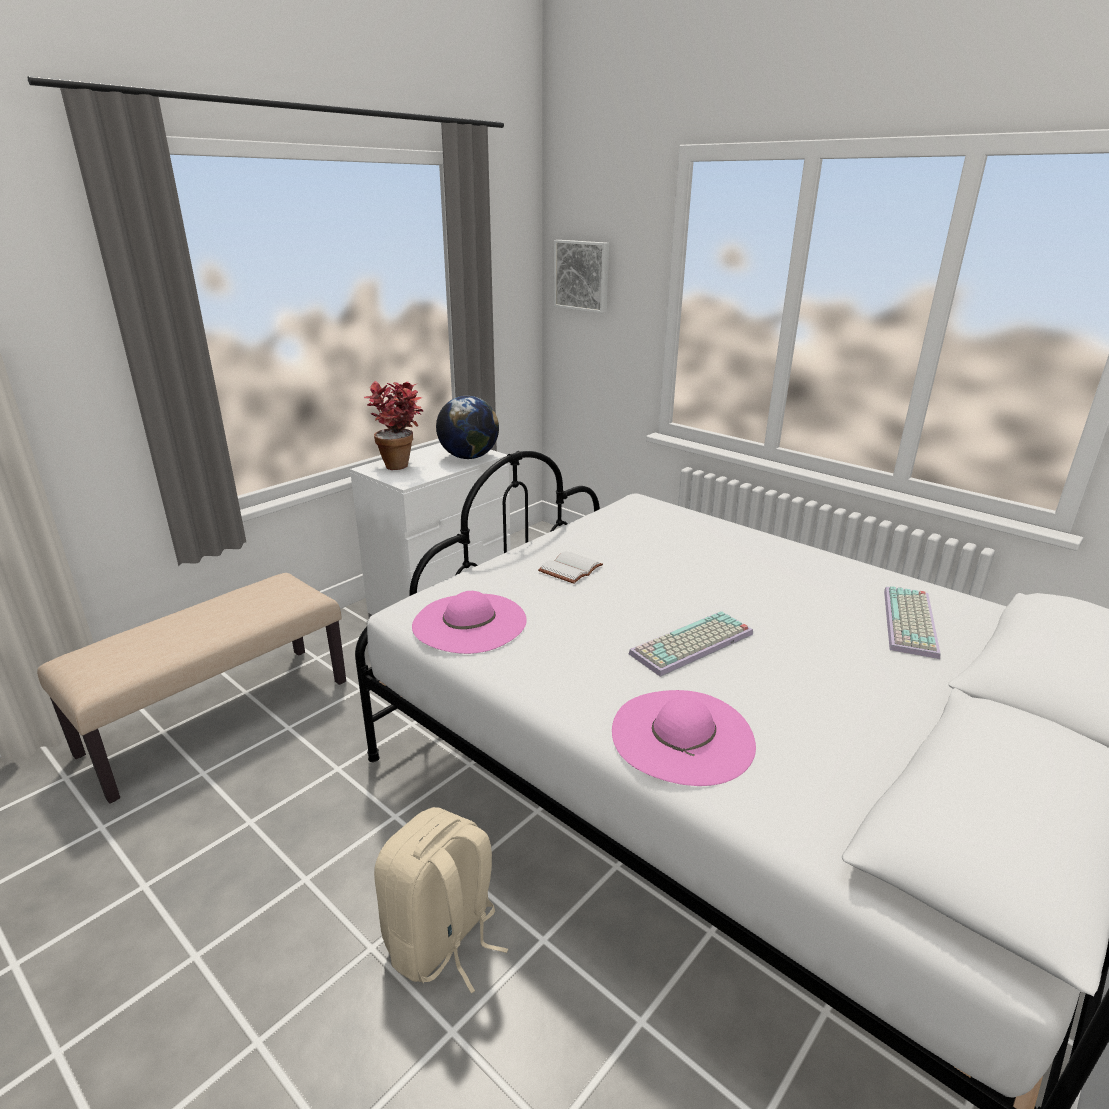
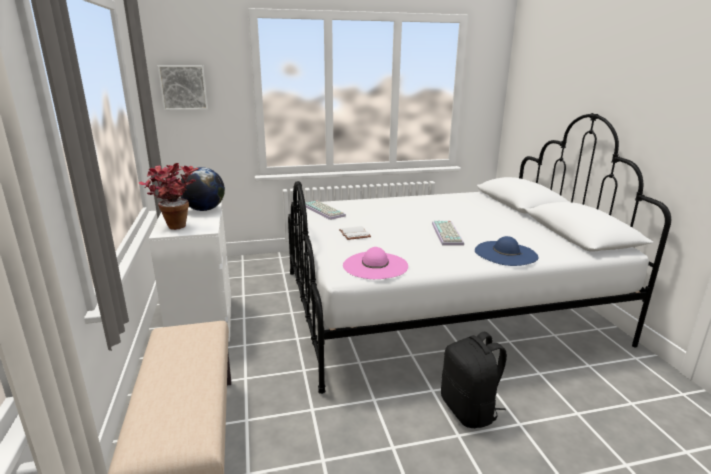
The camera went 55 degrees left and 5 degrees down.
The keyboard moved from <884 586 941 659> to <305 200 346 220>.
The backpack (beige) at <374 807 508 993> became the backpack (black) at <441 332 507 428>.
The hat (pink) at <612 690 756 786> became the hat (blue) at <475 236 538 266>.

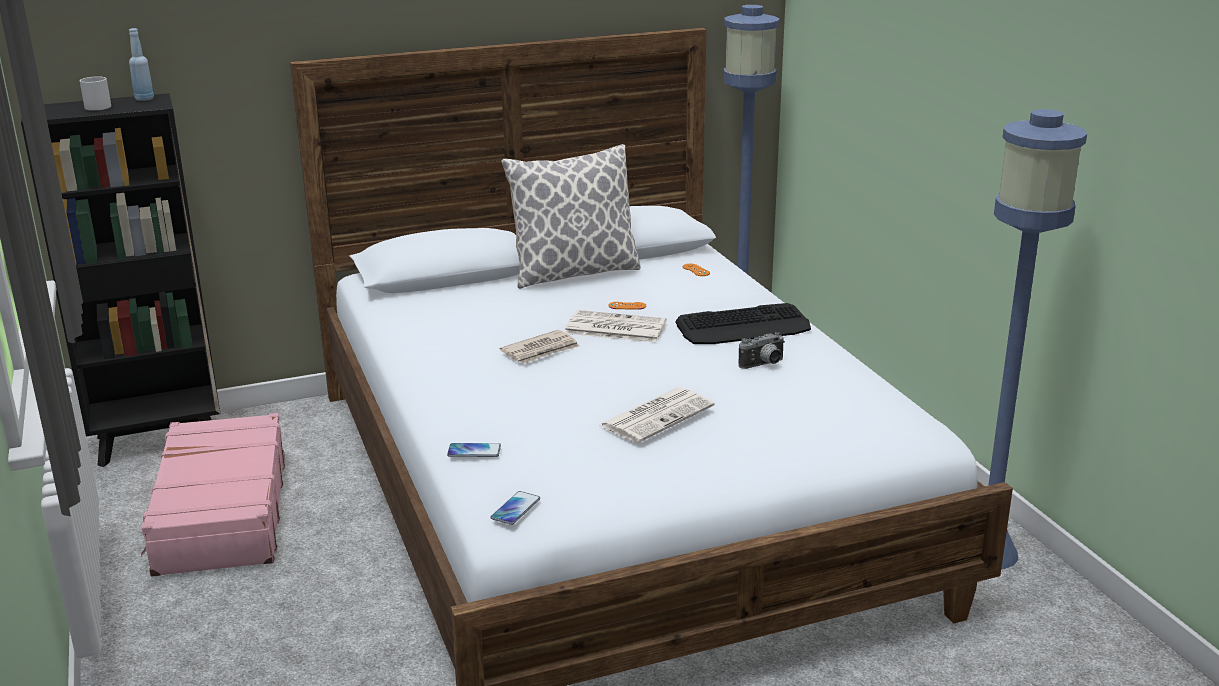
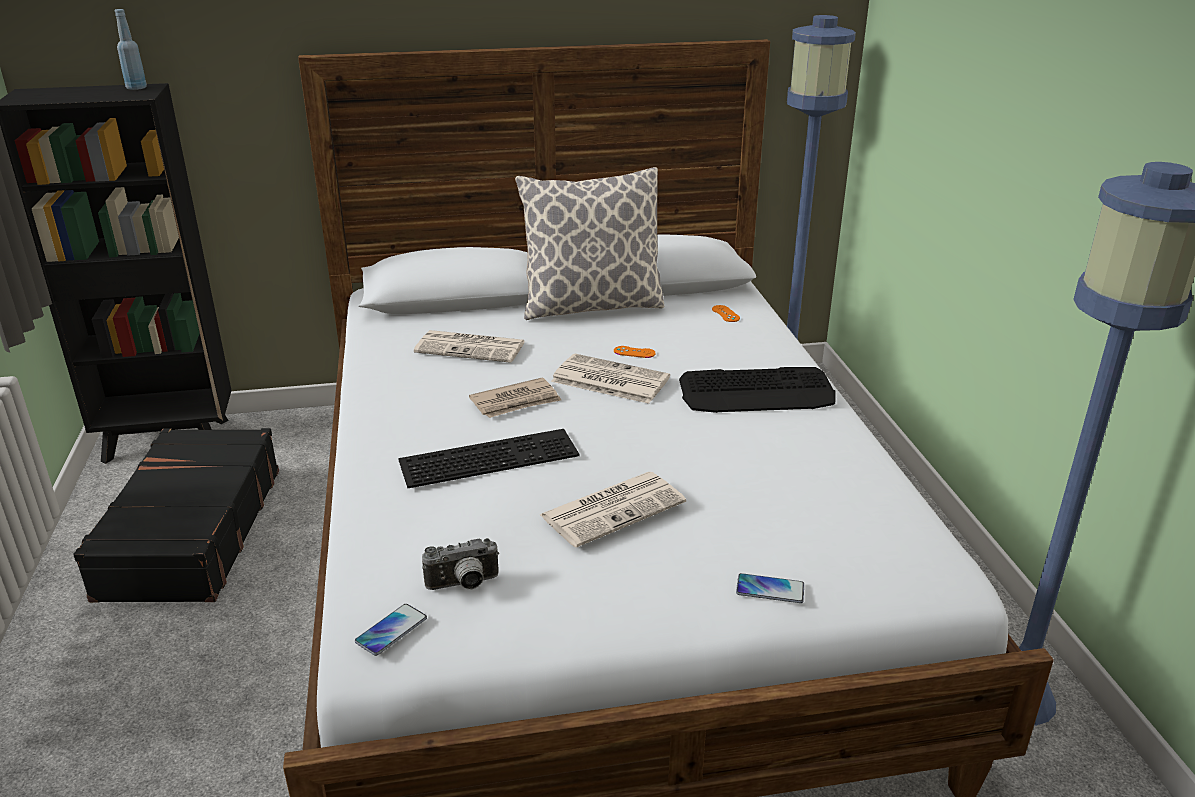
The camera went 10 degrees right and 5 degrees up.
The mug (white) at <80 76 111 111> disappeared.
The keyboard at <398 429 580 488> appeared.
The newspaper at <414 330 525 363> appeared.
The phone moved from <447 443 501 457> to <736 573 804 603>.
The photo camera moved from <739 332 785 369> to <422 538 499 590>.
The suitcase (pink) at <141 413 285 577> became the suitcase (black) at <73 428 279 603>.

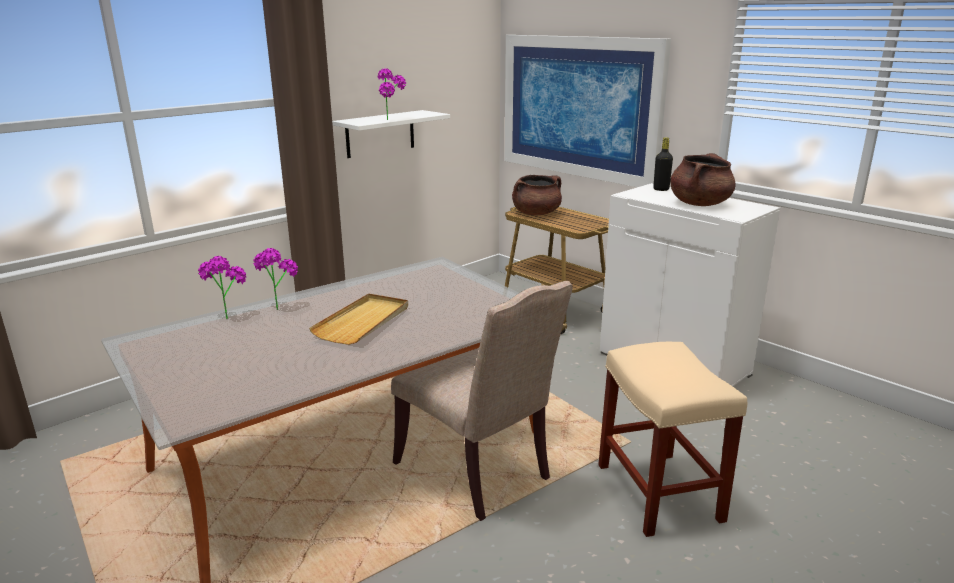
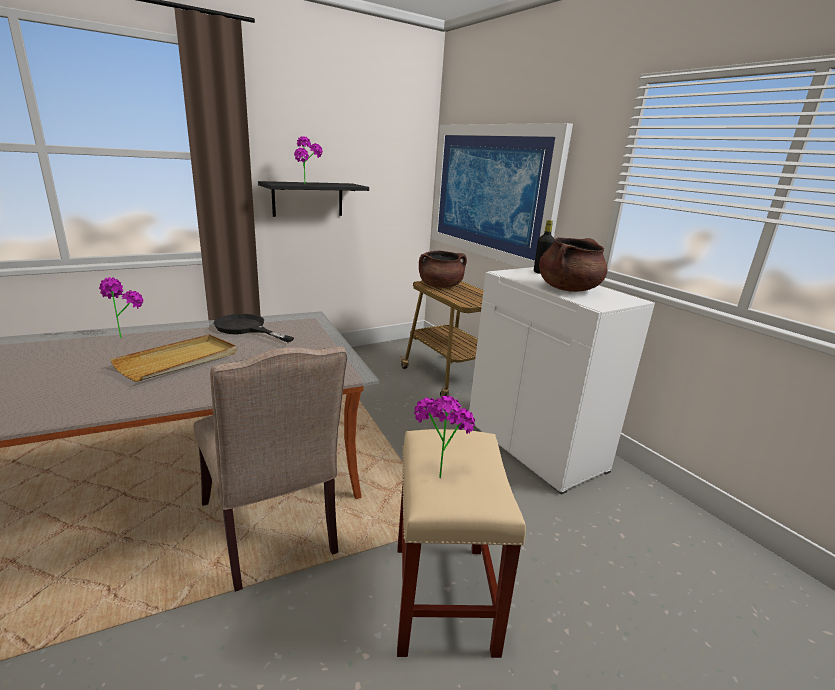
The camera went 10 degrees right and 0 degrees up.
The frying pan (black) at <213 314 294 343> appeared.
The potted plant moved from <198 256 246 319> to <414 395 475 478>.
The shelf (white) at <332 110 450 158> became the shelf (black) at <258 181 369 217>.

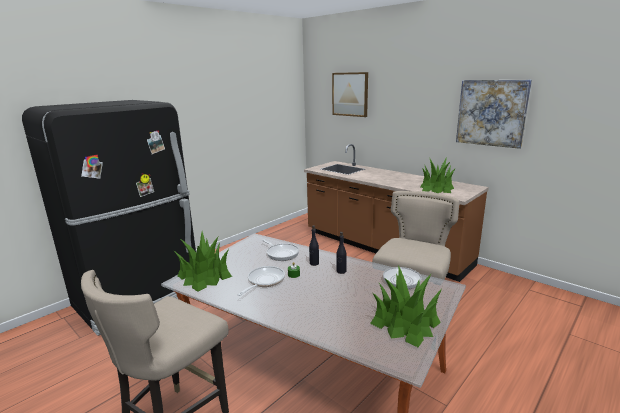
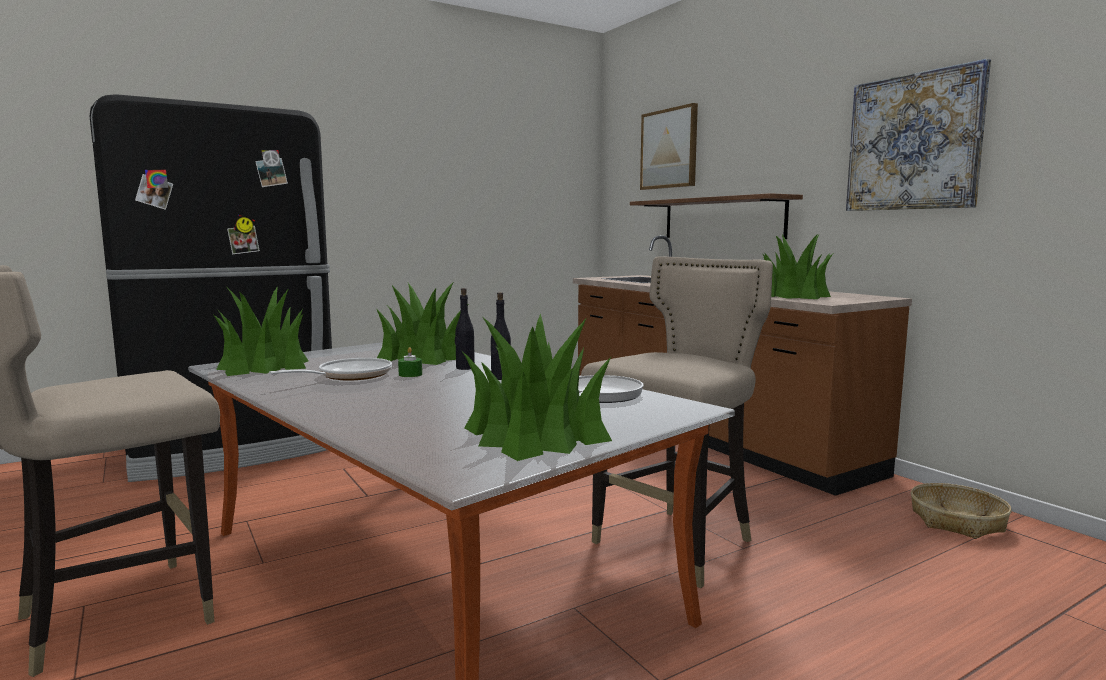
The camera went 15 degrees right and 10 degrees down.
The shelf at <630 193 803 239> appeared.
The basket at <911 483 1011 539> appeared.
The frying pan at <262 239 299 261> was replaced by the potted plant at <377 283 461 365>.

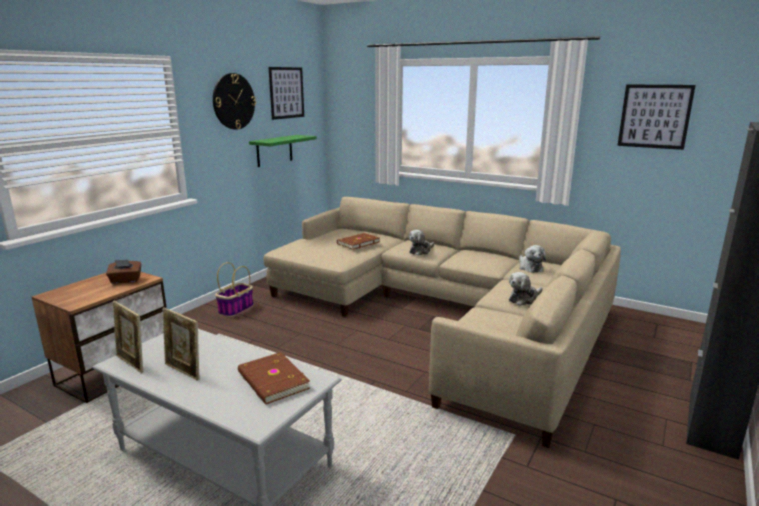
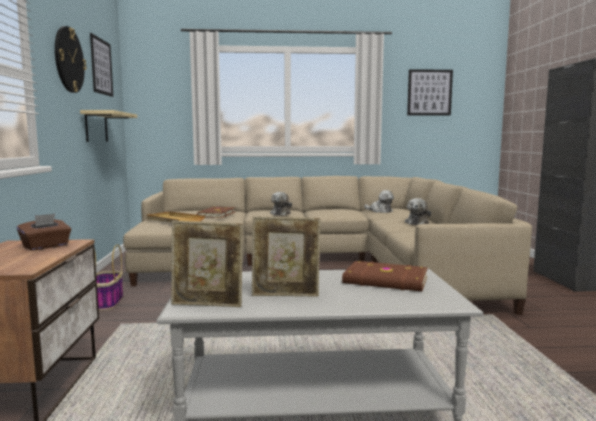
The camera went 35 degrees left and 10 degrees down.
The tray (beige) at <147 211 205 223> appeared.
The shelf (green) at <249 135 317 167> became the shelf (beige) at <80 110 137 142>.

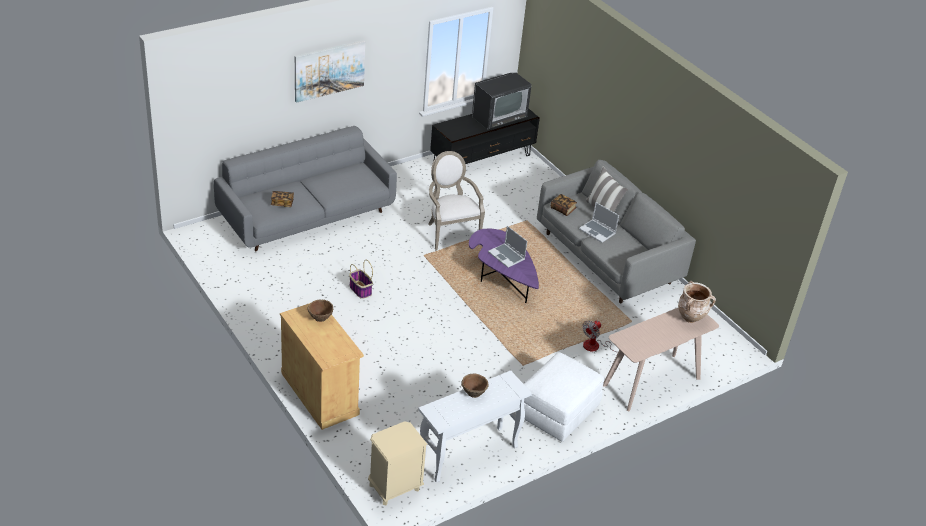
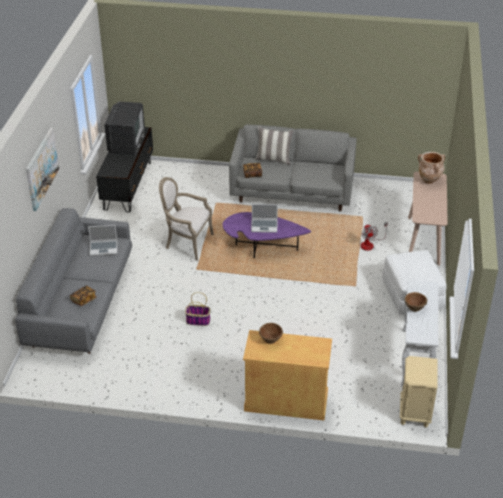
The camera went 45 degrees left and 0 degrees up.
The laptop moved from <579 202 619 243> to <88 225 117 256>.

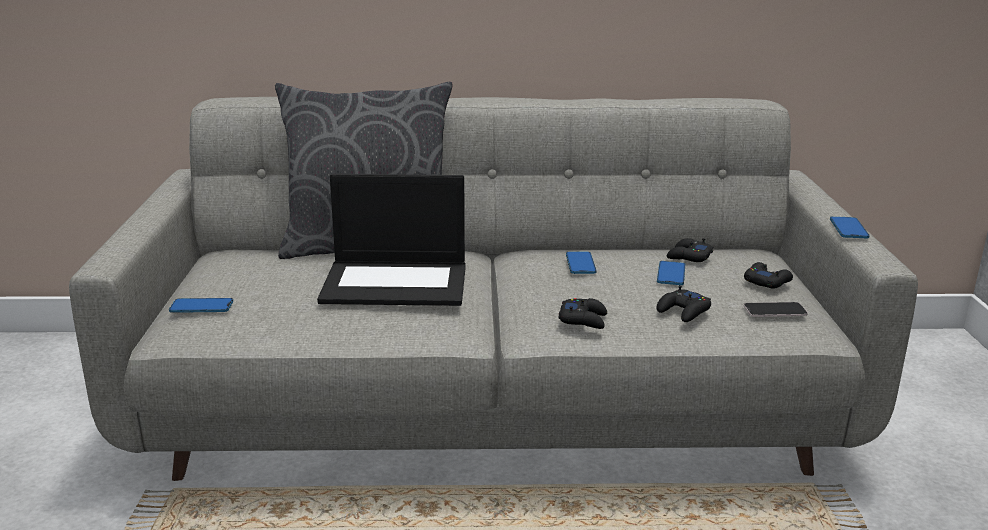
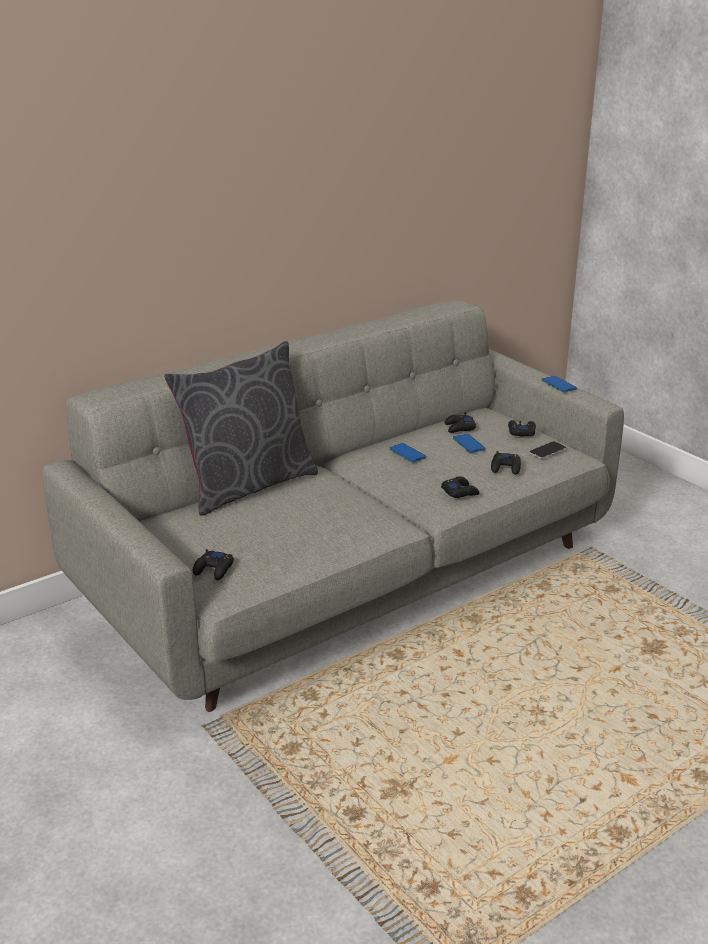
The camera went 35 degrees left and 5 degrees up.
The laptop at <317 174 466 306> disappeared.
The phone at <169 298 233 313> was replaced by the game controller (black) at <193 549 234 580>.

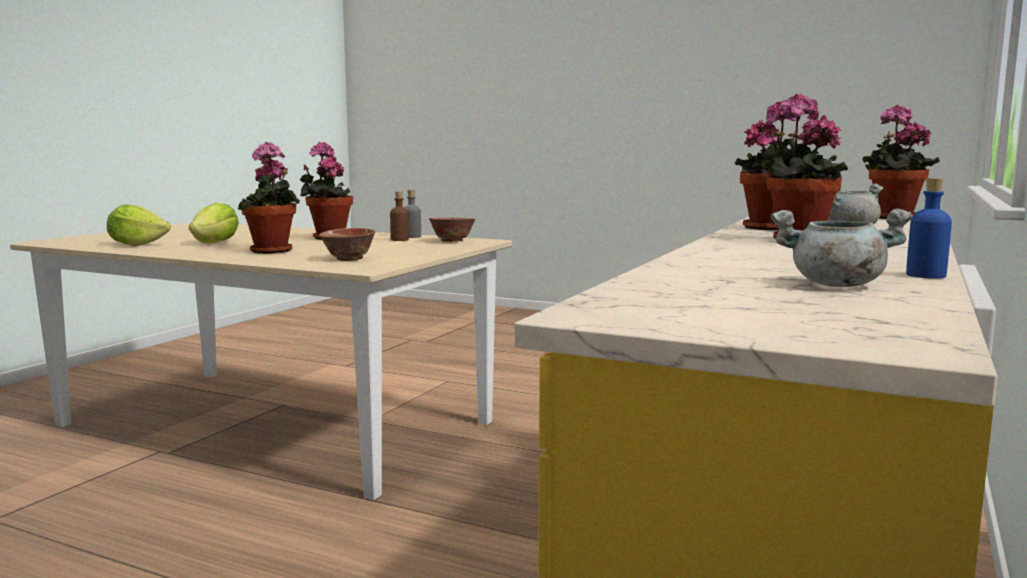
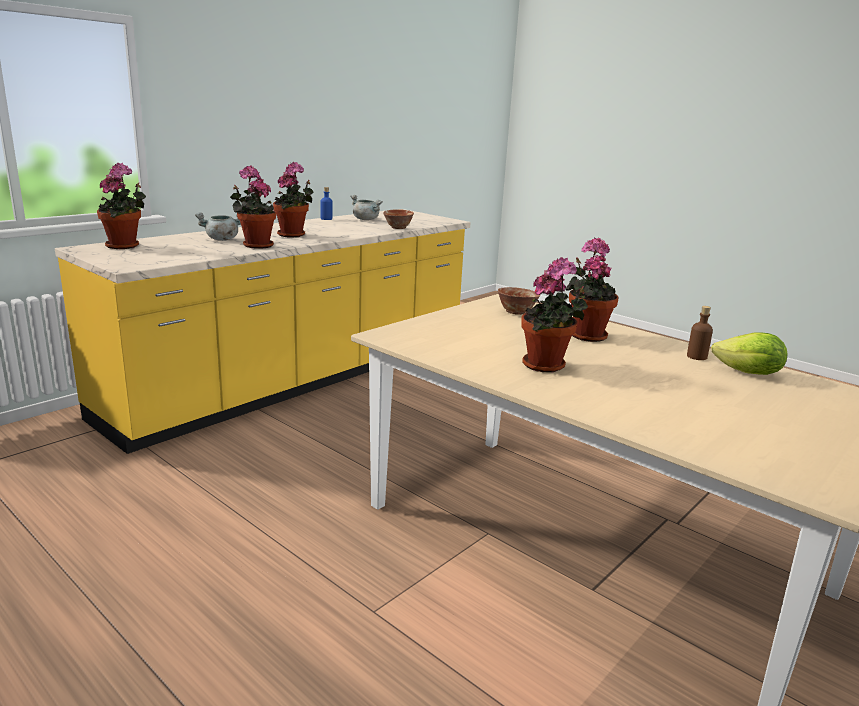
The camera went 165 degrees left and 10 degrees up.
The lettuce at <189 203 239 243> disappeared.
The bottle (grey) at <404 190 421 238> disappeared.
The bottle (brown) moved from <390 191 409 241> to <687 306 713 360>.
The bowl moved from <429 217 476 242> to <383 209 414 229>.

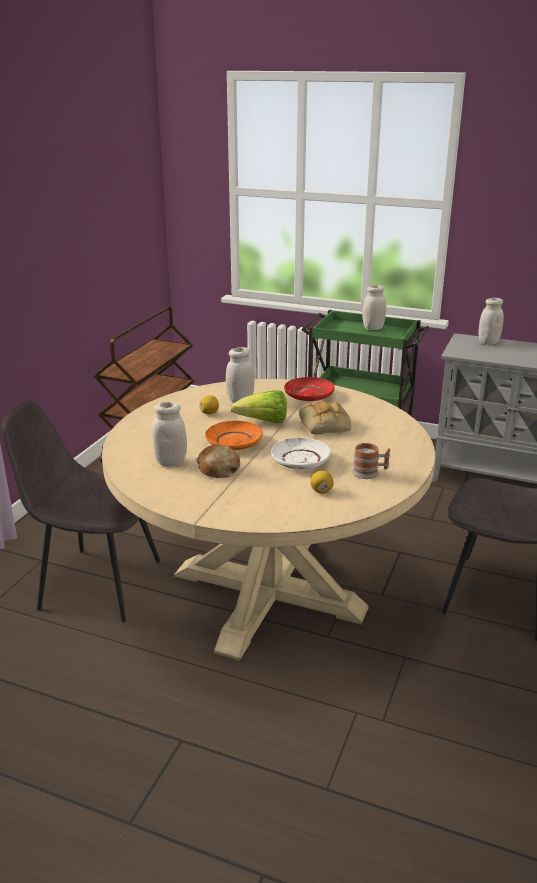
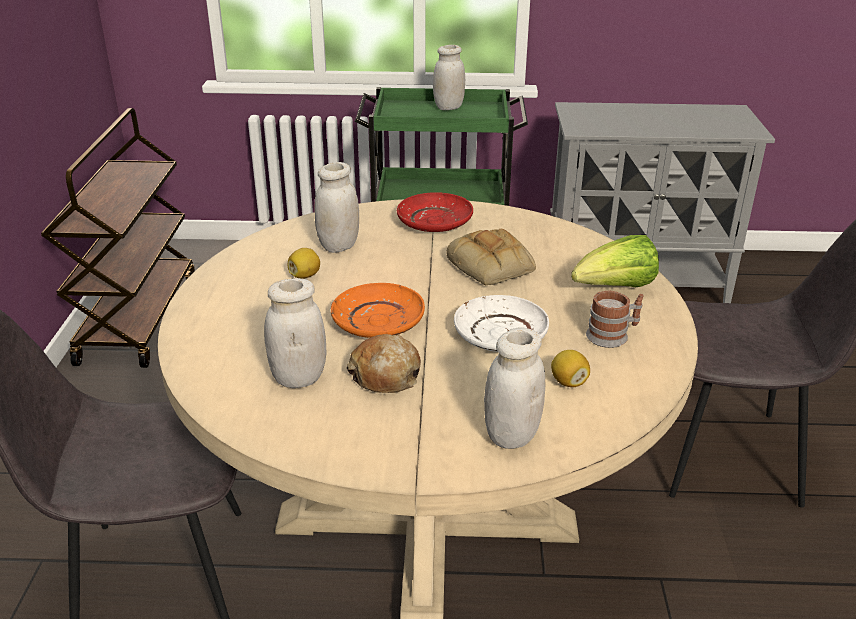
The camera went 20 degrees left and 5 degrees up.
The lettuce moved from <230 390 287 423> to <571 235 659 287>.
The jar (white) moved from <478 298 504 345> to <484 327 545 449>.

